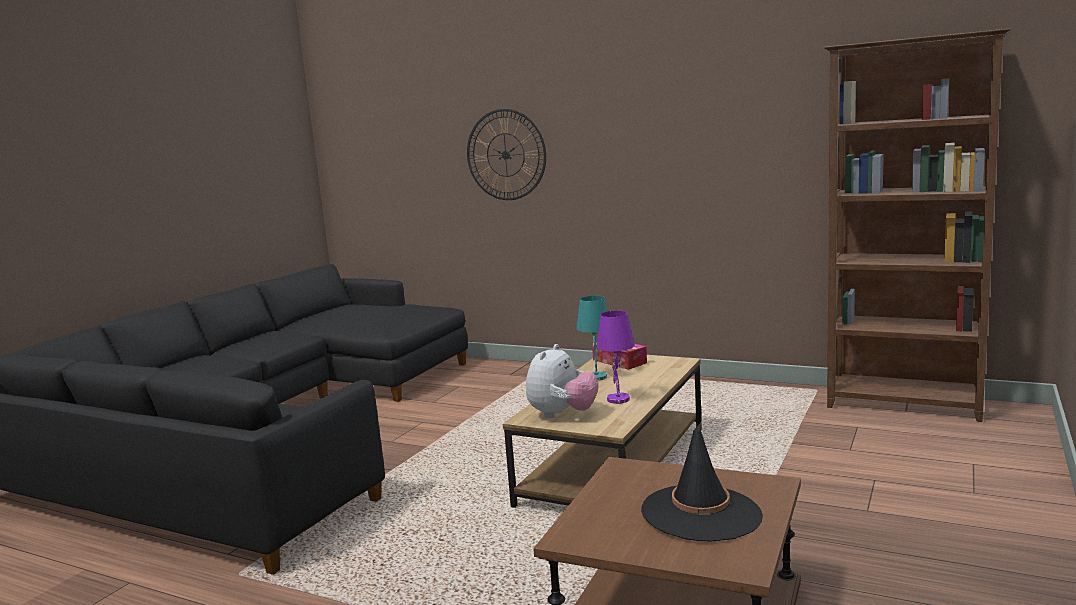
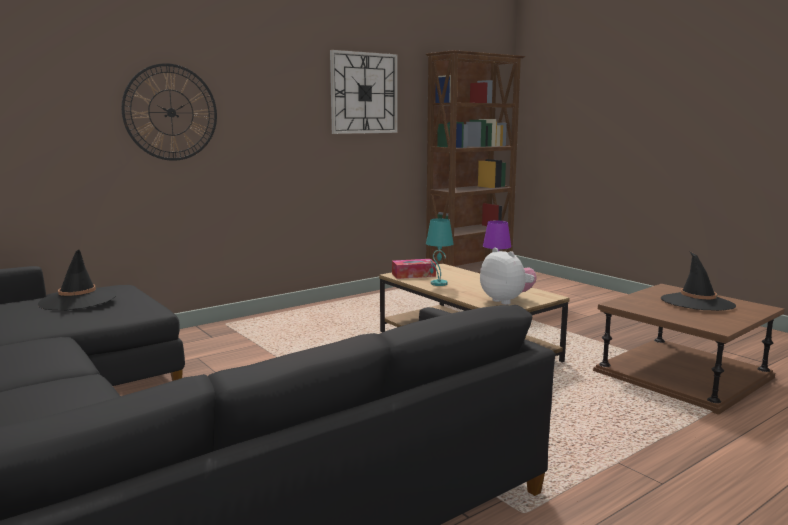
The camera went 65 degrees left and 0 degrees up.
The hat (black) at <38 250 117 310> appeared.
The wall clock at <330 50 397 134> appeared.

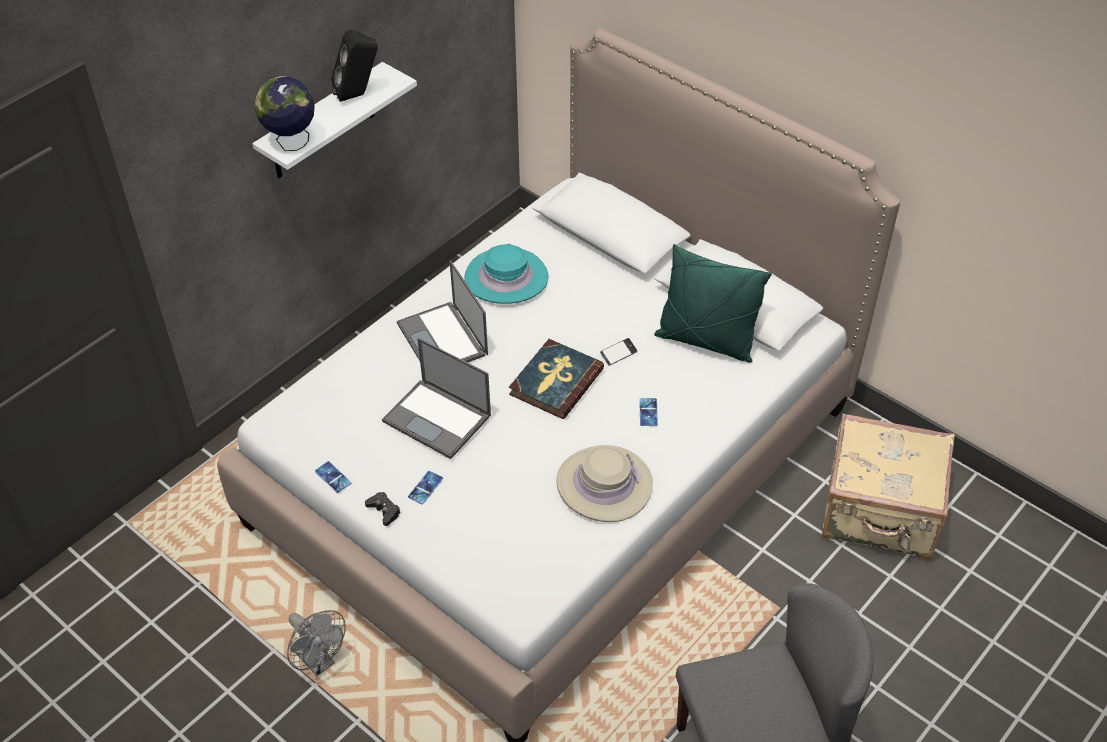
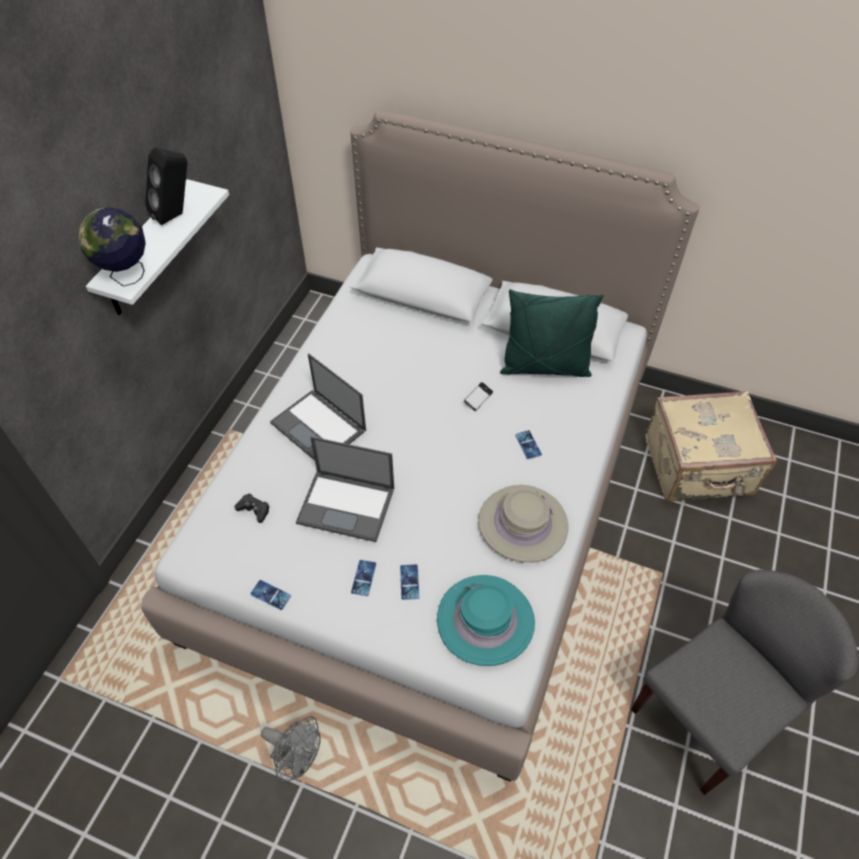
The camera went 20 degrees left and 5 degrees up.
The book at <509 339 604 419> disappeared.
The phone at <400 564 420 600> appeared.
The game controller (black) moved from <365 492 401 526> to <235 494 269 523>.
The hat (turquoise) moved from <464 244 548 304> to <437 575 535 666>.

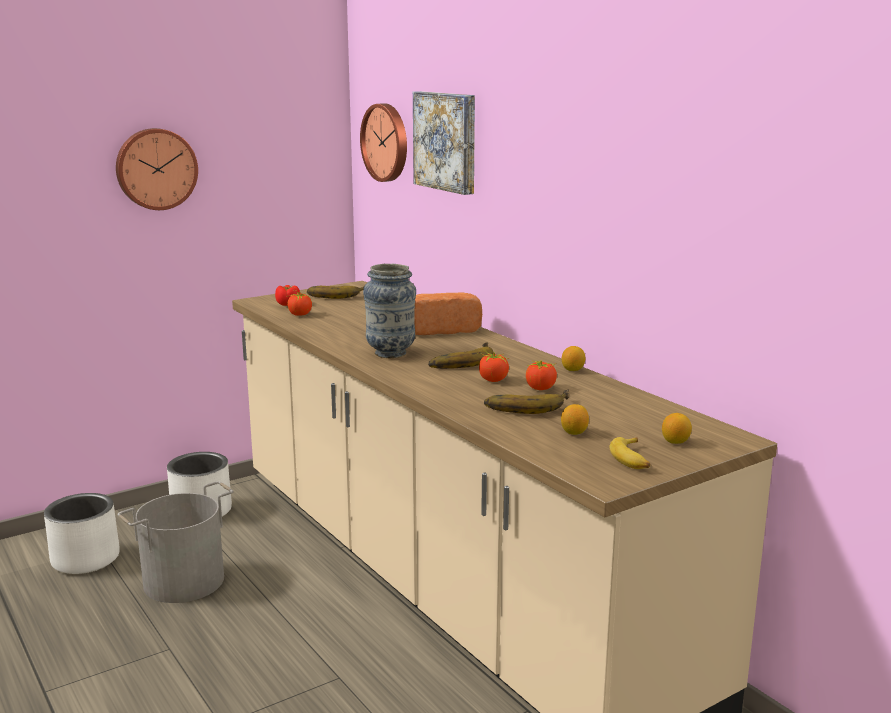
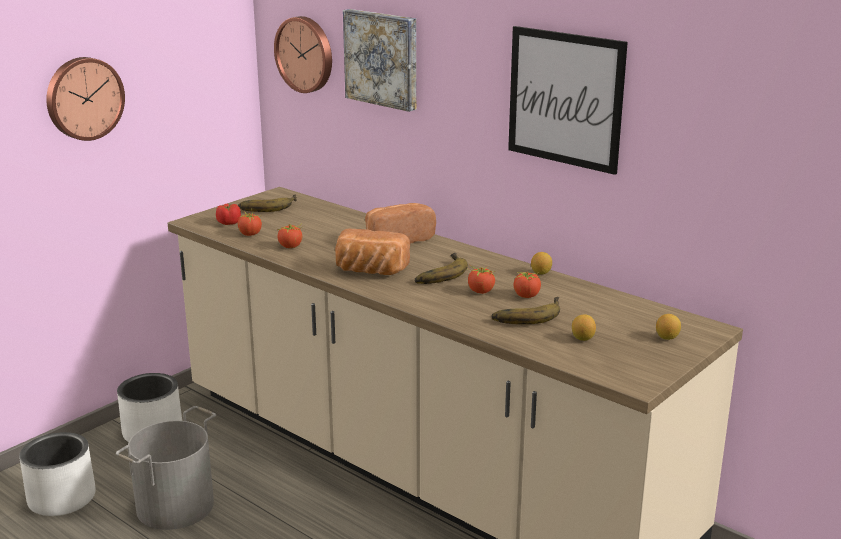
The camera went 15 degrees left and 5 degrees up.
The banana at <609 437 651 469> disappeared.
The tomato at <278 223 303 248> appeared.
The picture at <508 26 628 175> appeared.
The vase at <363 264 416 358> was replaced by the bread at <335 229 410 275>.

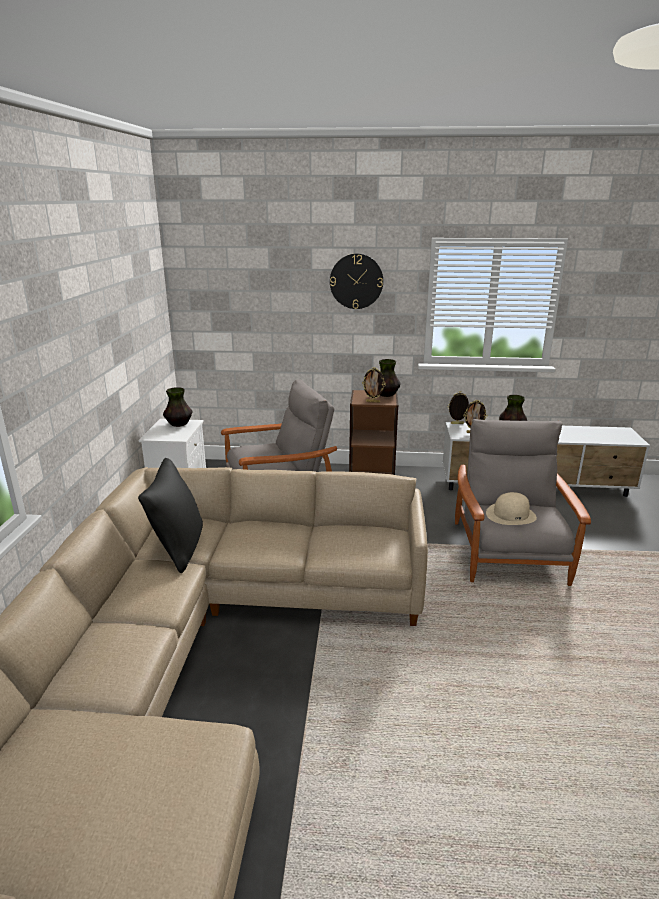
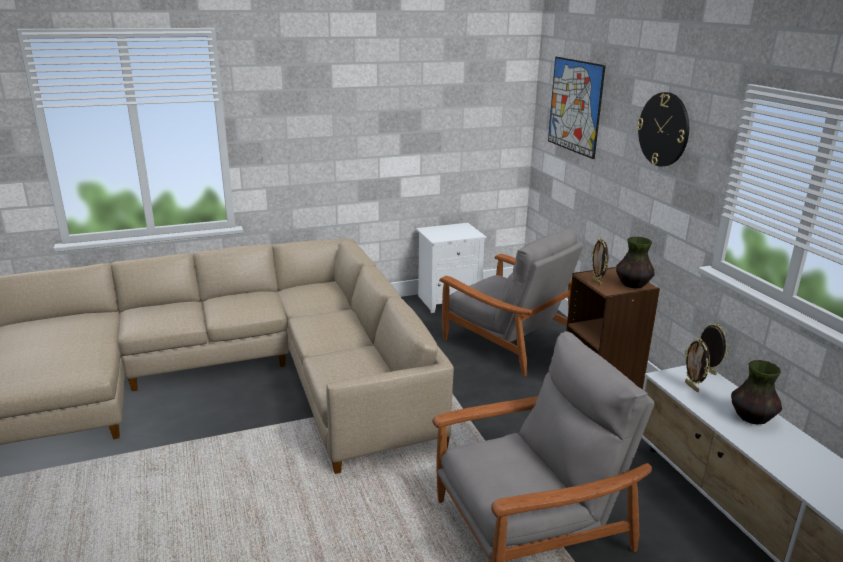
The camera went 65 degrees right and 0 degrees up.
The pillow (black) at <138 458 203 573> disappeared.
The vase at <163 387 192 427> disappeared.
The hat (beige) at <486 492 537 525> disappeared.
The picture at <548 57 606 159> appeared.

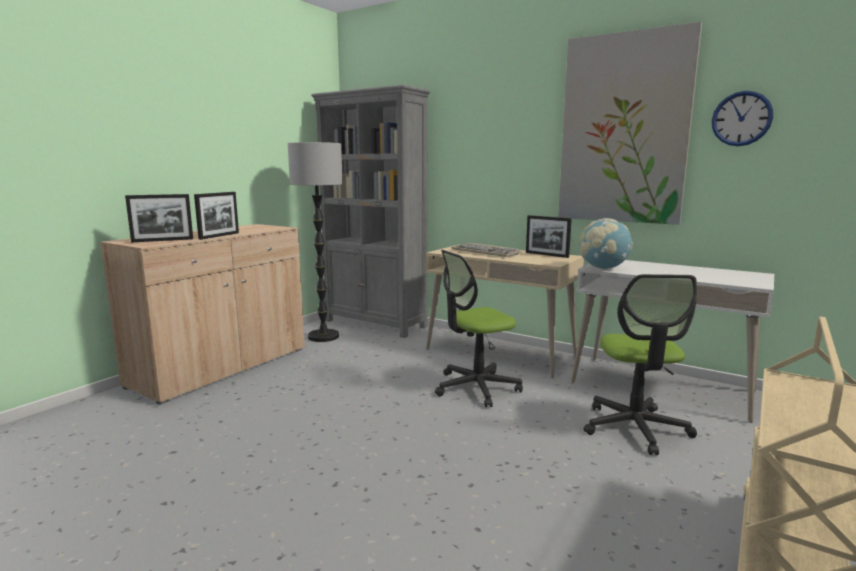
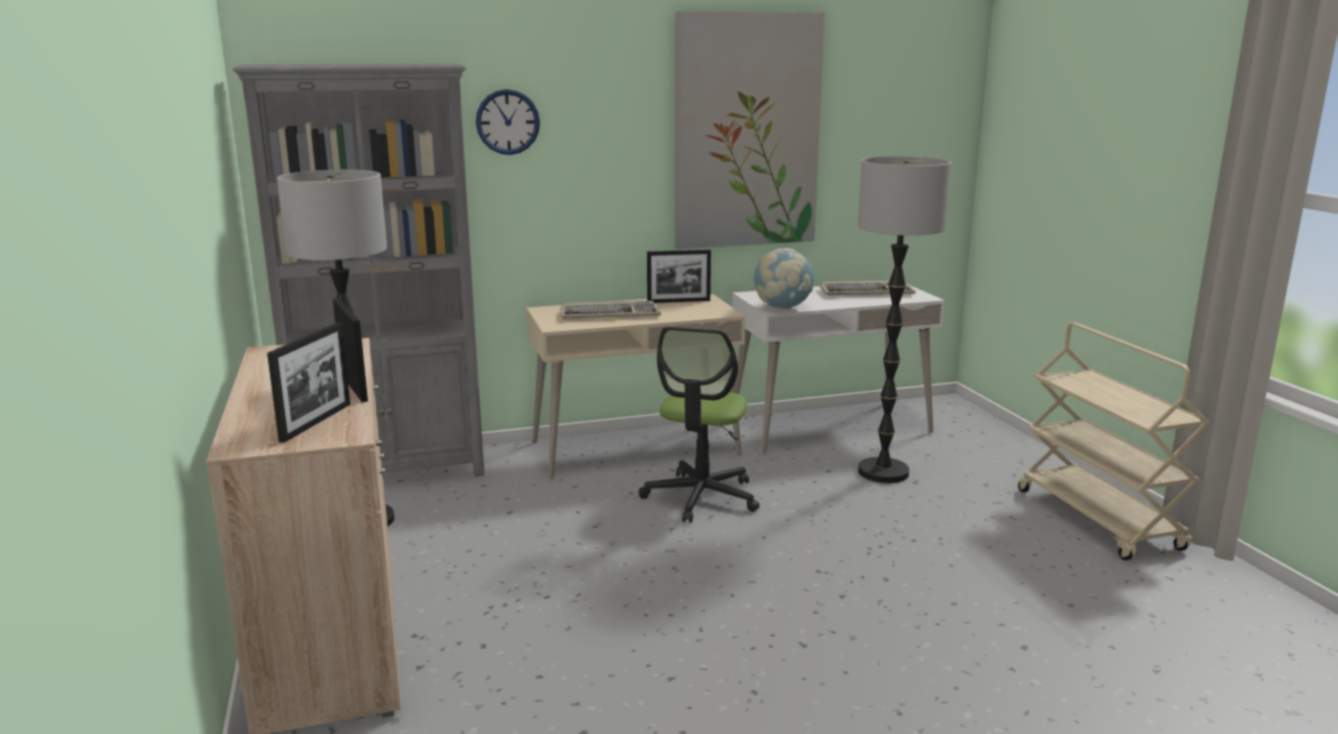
The camera went 50 degrees left and 5 degrees up.
The keyboard at <820 281 916 295> appeared.
The wall clock moved from <712 91 773 146> to <476 89 540 155>.
The office chair at <583 274 697 455> was replaced by the floor lamp at <858 156 951 483>.

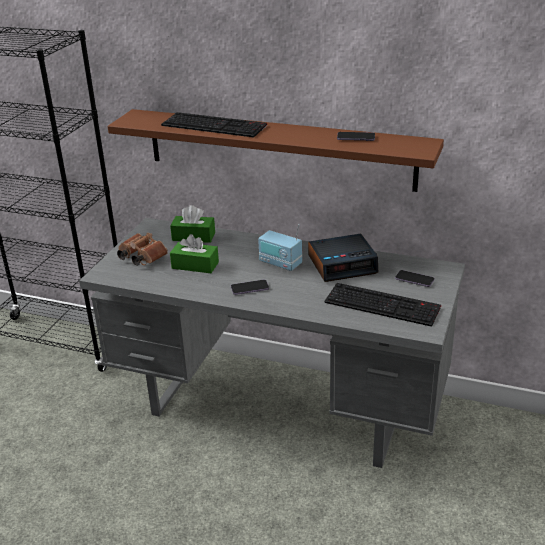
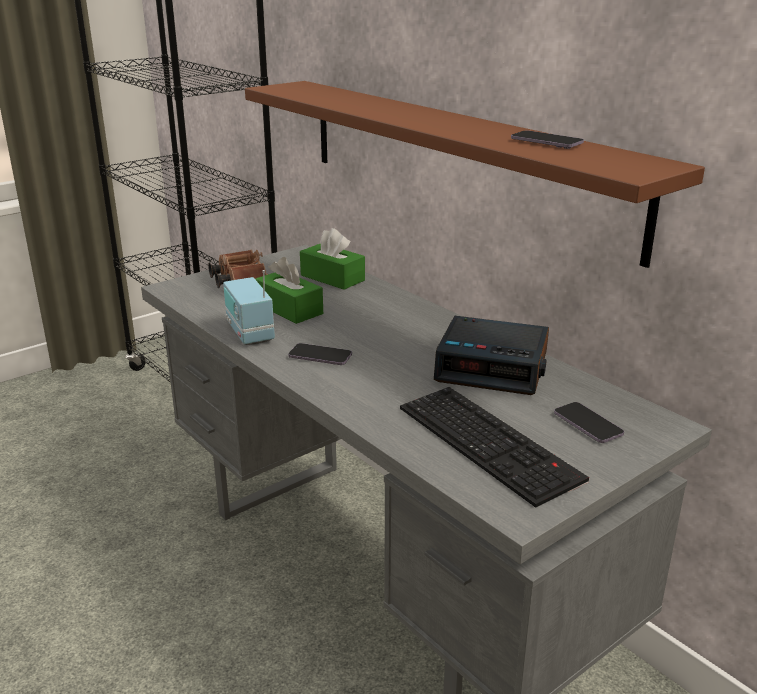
The camera went 30 degrees right and 5 degrees down.
The keyboard at <161 112 267 137> disappeared.
The radio moved from <258 224 302 271> to <223 270 275 345>.

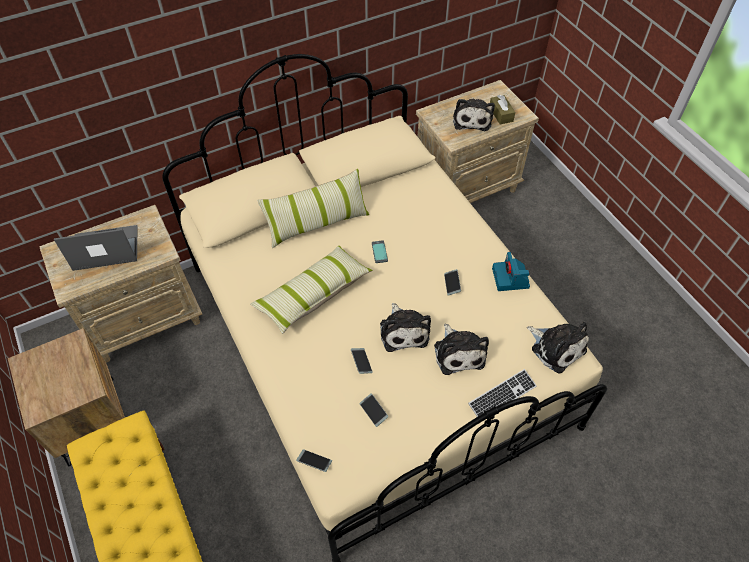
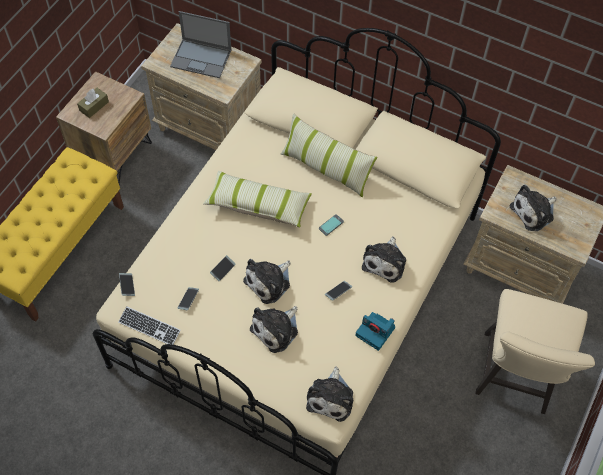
The camera went 55 degrees right and 5 degrees up.
The plush toy at <362 236 406 283> appeared.
The chair (beige) at <475 289 595 414> appeared.
The keyboard moved from <468 369 537 417> to <118 306 181 344>.
The tissue box (brown) moved from <490 95 515 125> to <77 88 109 118>.
The laptop at <54 225 137 271> turned 150 degrees clockwise.
The photo camera at <492 252 530 291> turned 105 degrees counterclockwise.

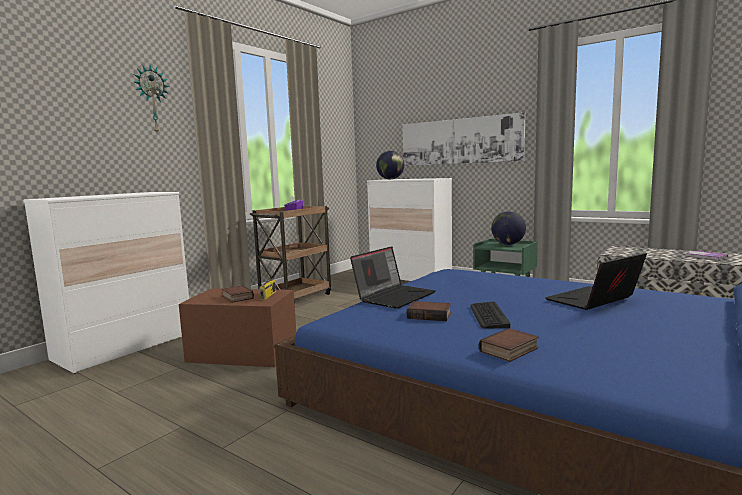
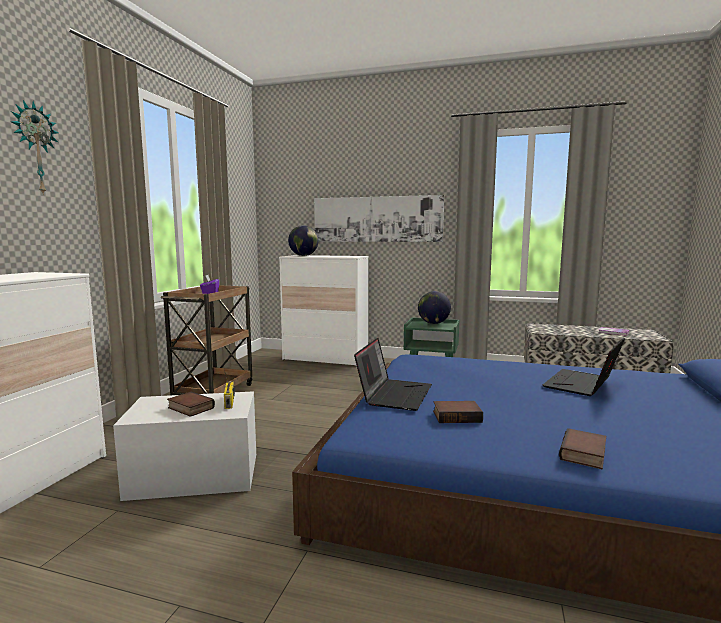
The camera went 20 degrees left and 0 degrees up.
The keyboard at <470 302 510 328> disappeared.
The storage box (brown) at <179 288 296 367> became the storage box (white) at <113 391 256 501>.

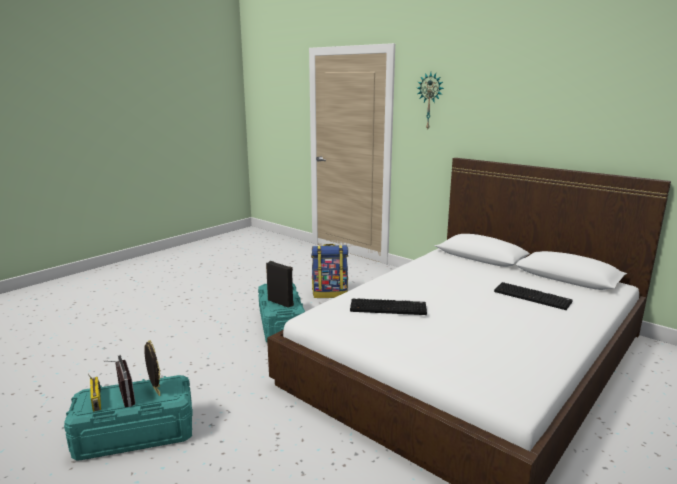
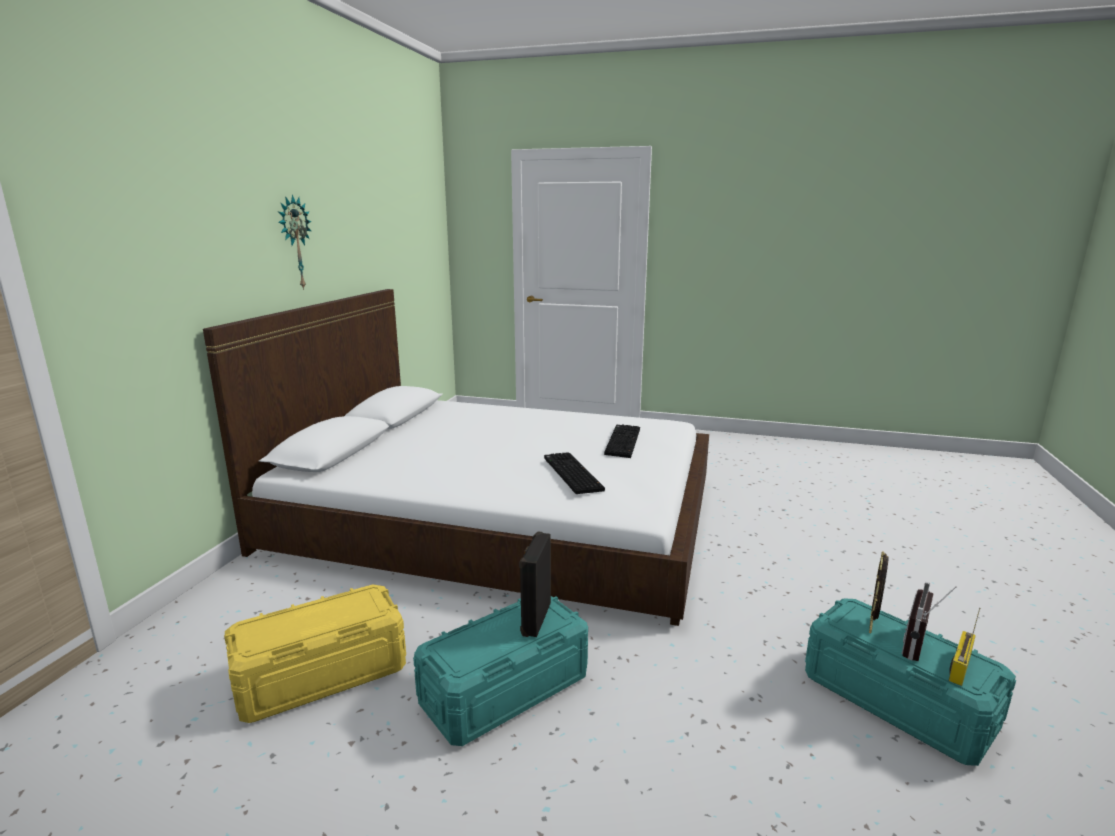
The camera went 115 degrees left and 0 degrees up.
The wall clock moved from <417 73 444 130> to <278 194 312 290>.
The keyboard moved from <494 282 573 310> to <604 425 640 458>.
The backpack at <311 244 348 298> was replaced by the storage box (yellow) at <224 584 406 723>.

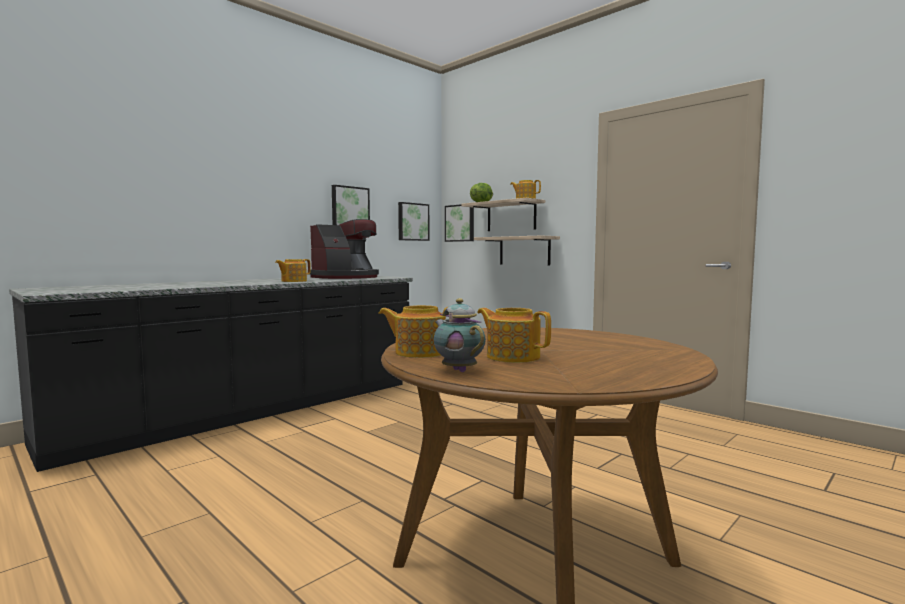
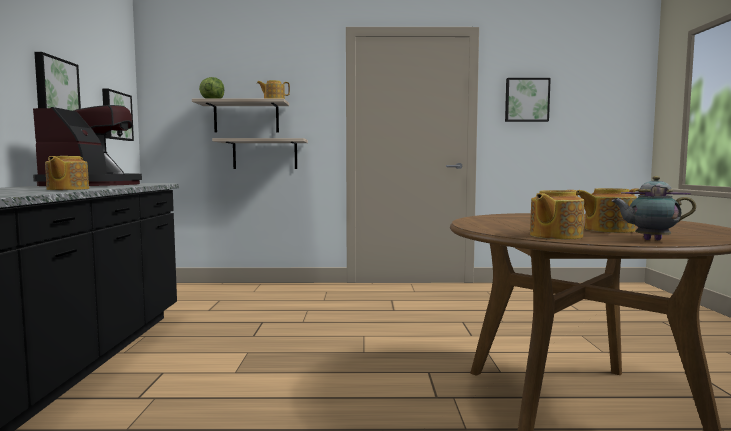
The camera went 45 degrees left and 0 degrees up.
The picture moved from <445 204 474 242> to <505 78 551 122>.

